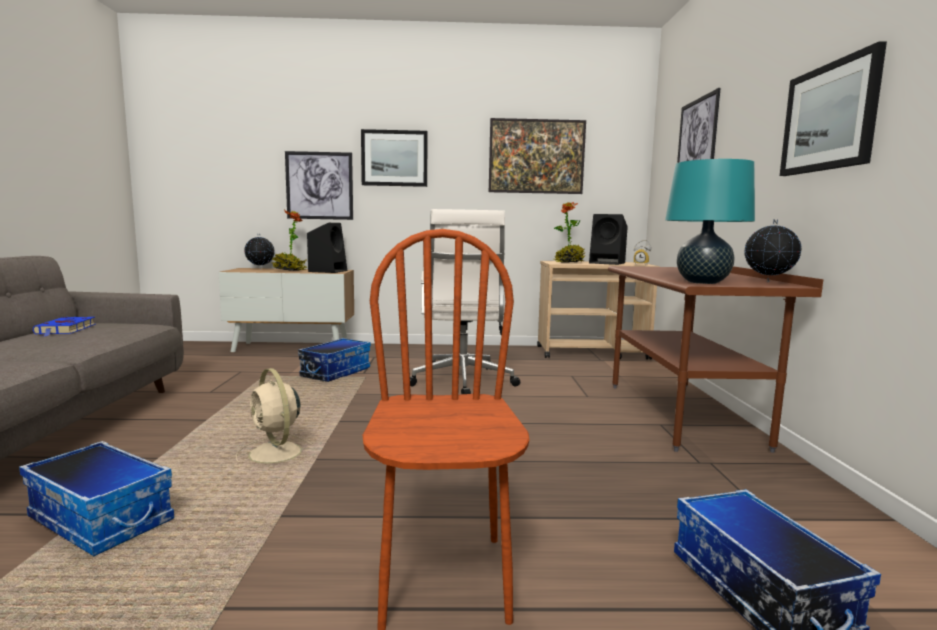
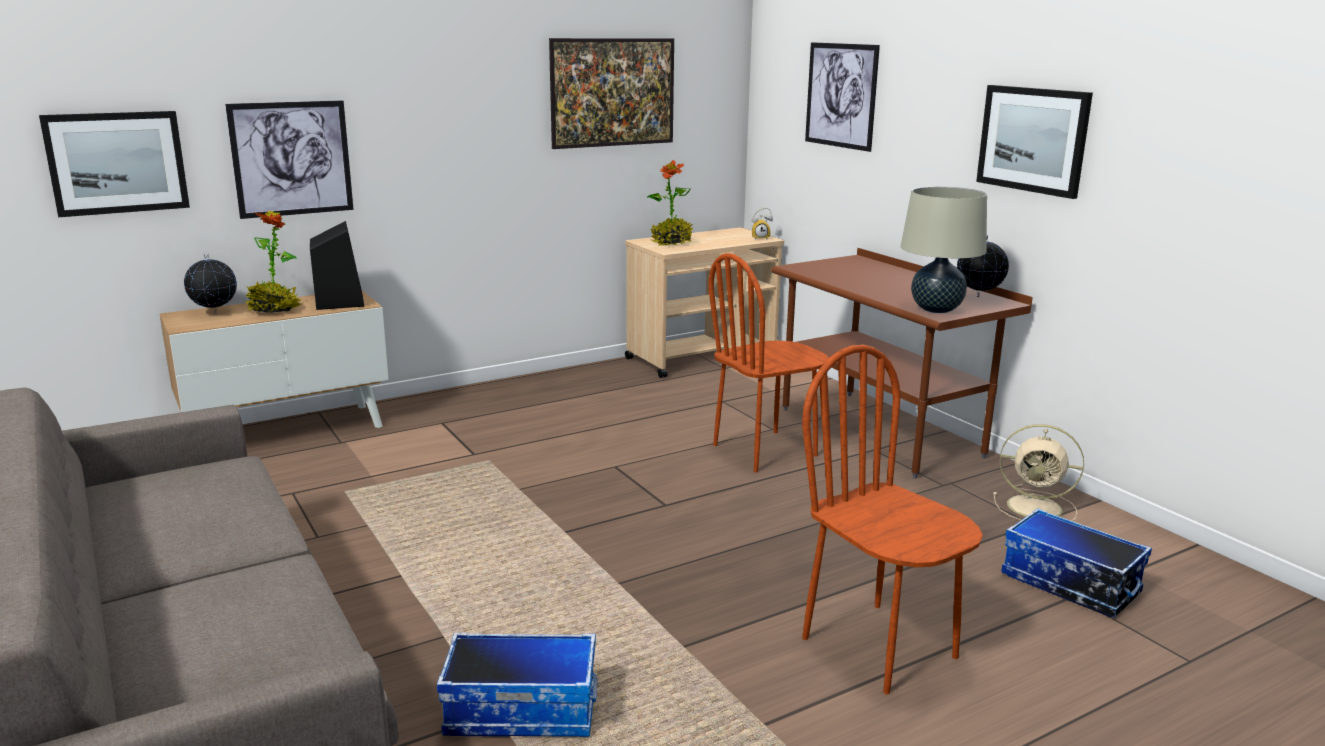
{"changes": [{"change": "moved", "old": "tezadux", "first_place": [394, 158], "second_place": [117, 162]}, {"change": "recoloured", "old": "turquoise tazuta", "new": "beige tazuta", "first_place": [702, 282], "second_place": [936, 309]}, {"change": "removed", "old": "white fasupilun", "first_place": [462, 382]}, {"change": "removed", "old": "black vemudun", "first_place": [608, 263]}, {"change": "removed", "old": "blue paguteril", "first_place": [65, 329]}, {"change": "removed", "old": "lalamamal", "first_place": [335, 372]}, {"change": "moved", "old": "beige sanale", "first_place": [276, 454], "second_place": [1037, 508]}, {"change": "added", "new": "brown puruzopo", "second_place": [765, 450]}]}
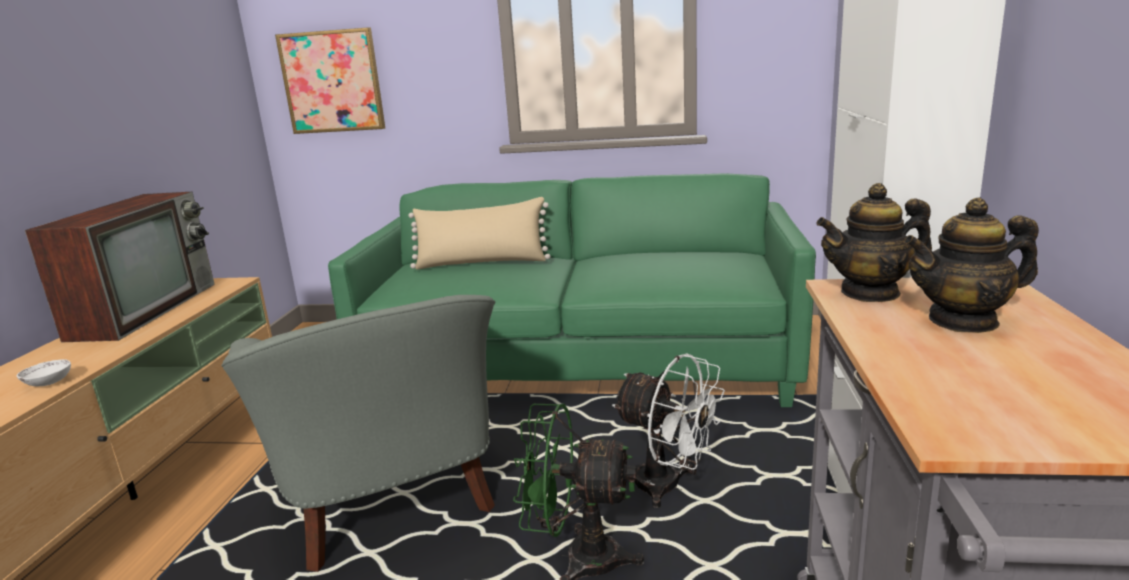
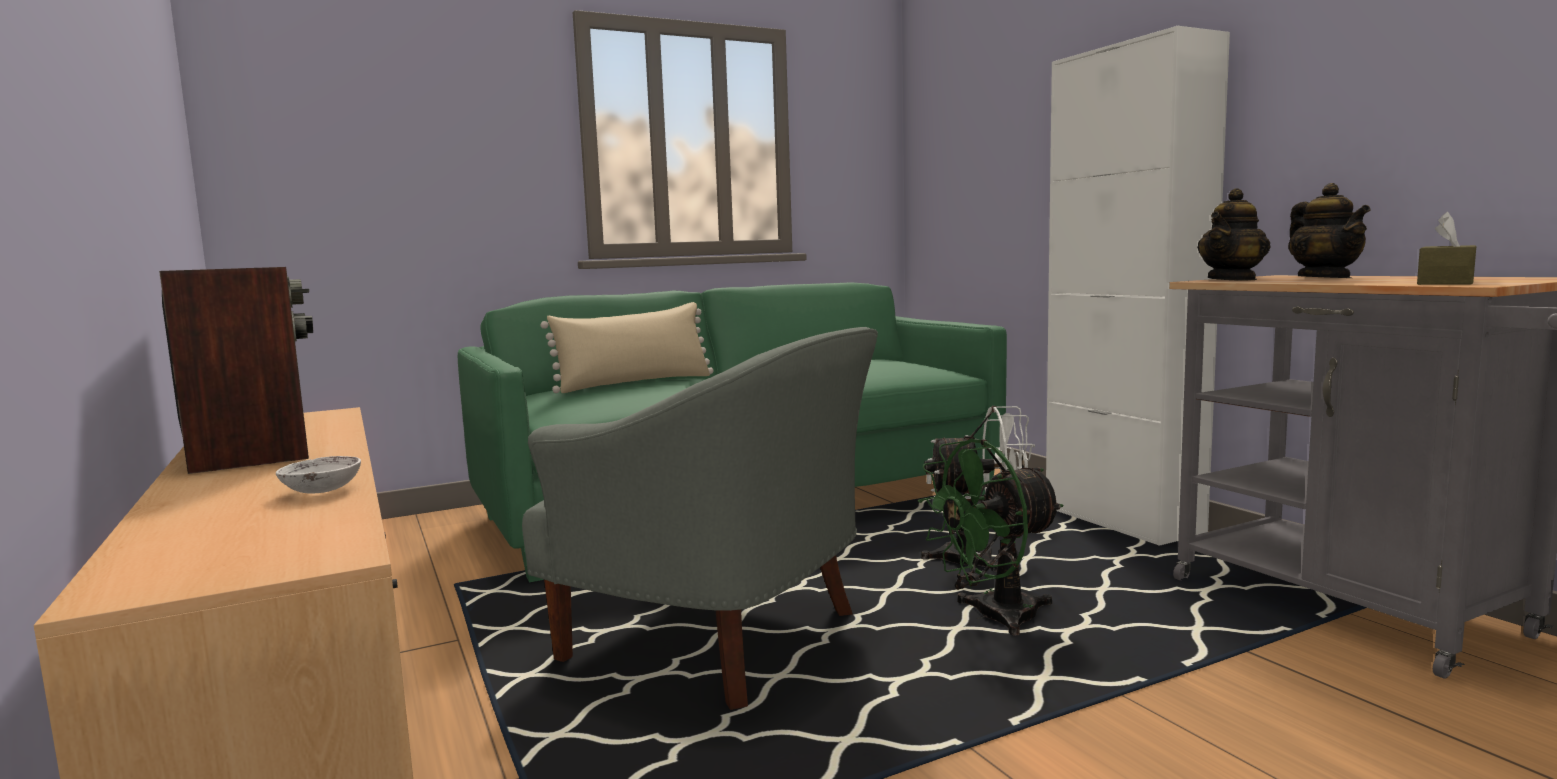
{"changes": [{"change": "removed", "old": "tezadux", "first_place": [332, 82]}, {"change": "turned", "old": "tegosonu", "first_place": [963, 321], "second_place": [1324, 278], "degrees": -60}, {"change": "added", "new": "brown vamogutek", "second_place": [1445, 282]}]}
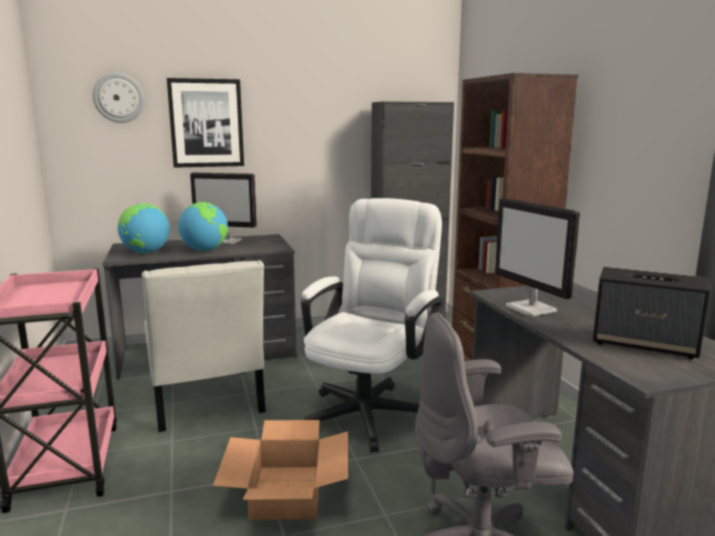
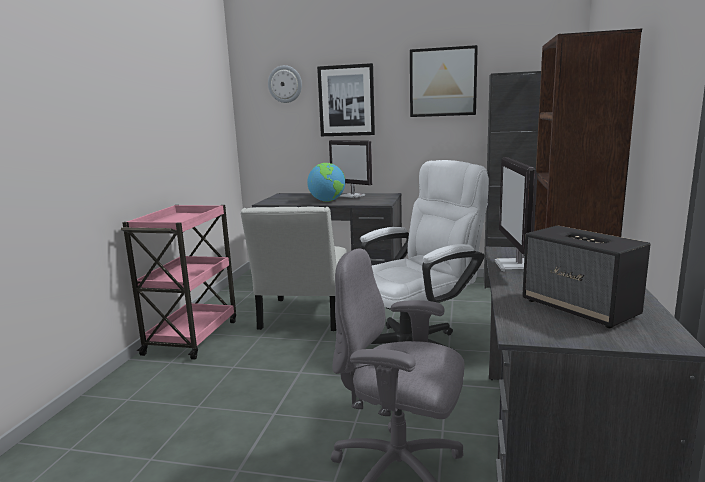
{"changes": [{"change": "removed", "old": "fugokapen", "first_place": [145, 253]}, {"change": "removed", "old": "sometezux", "first_place": [286, 492]}, {"change": "added", "new": "tezadux", "second_place": [443, 82]}]}
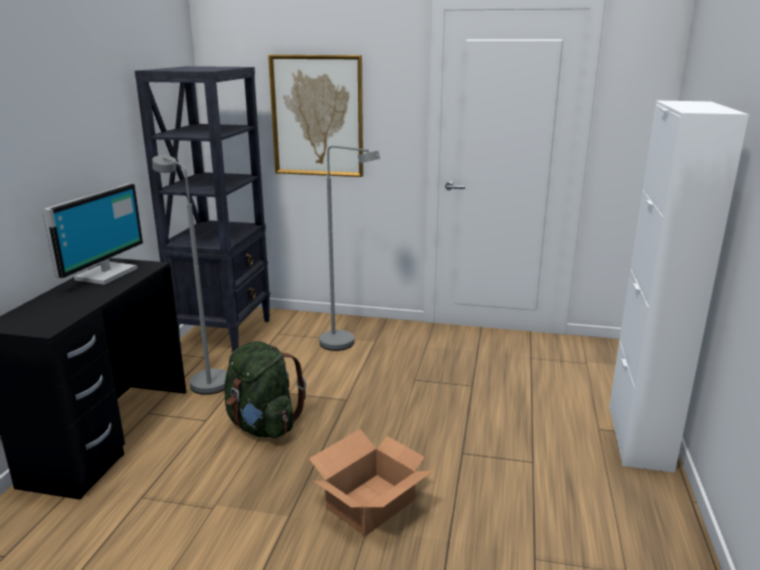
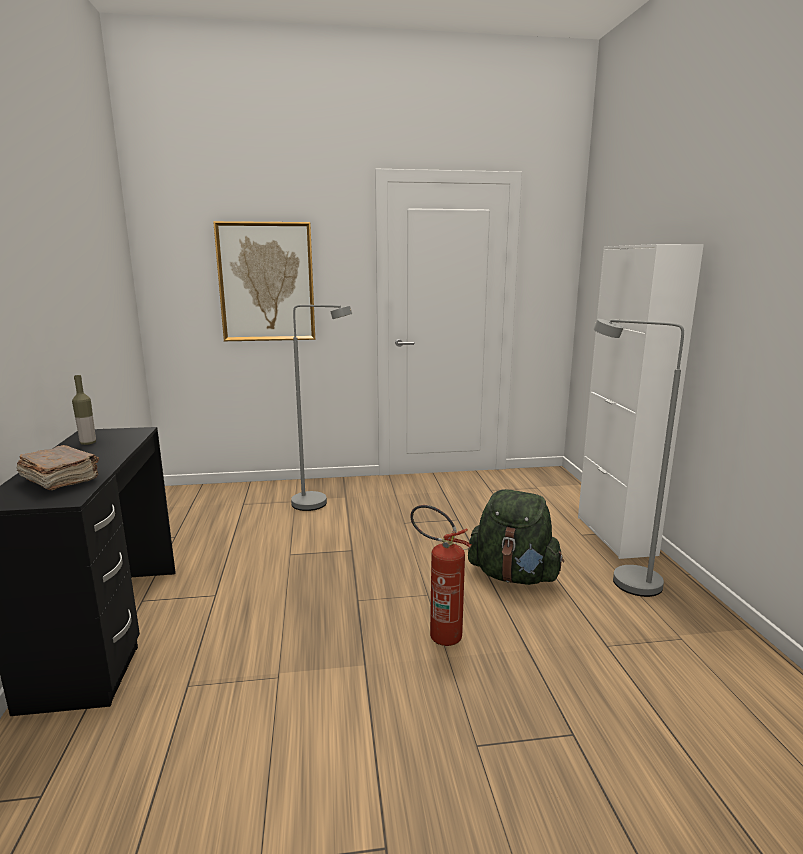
{"changes": [{"change": "removed", "old": "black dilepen", "first_place": [225, 334]}, {"change": "moved", "old": "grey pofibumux", "first_place": [204, 380], "second_place": [622, 580]}, {"change": "replaced", "old": "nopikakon", "new": "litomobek", "first_place": [104, 274], "second_place": [88, 443]}, {"change": "moved", "old": "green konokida", "first_place": [263, 426], "second_place": [513, 576]}, {"change": "replaced", "old": "sometezux", "new": "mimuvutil", "first_place": [372, 503], "second_place": [438, 634]}, {"change": "added", "new": "brown paguteril", "second_place": [60, 480]}]}
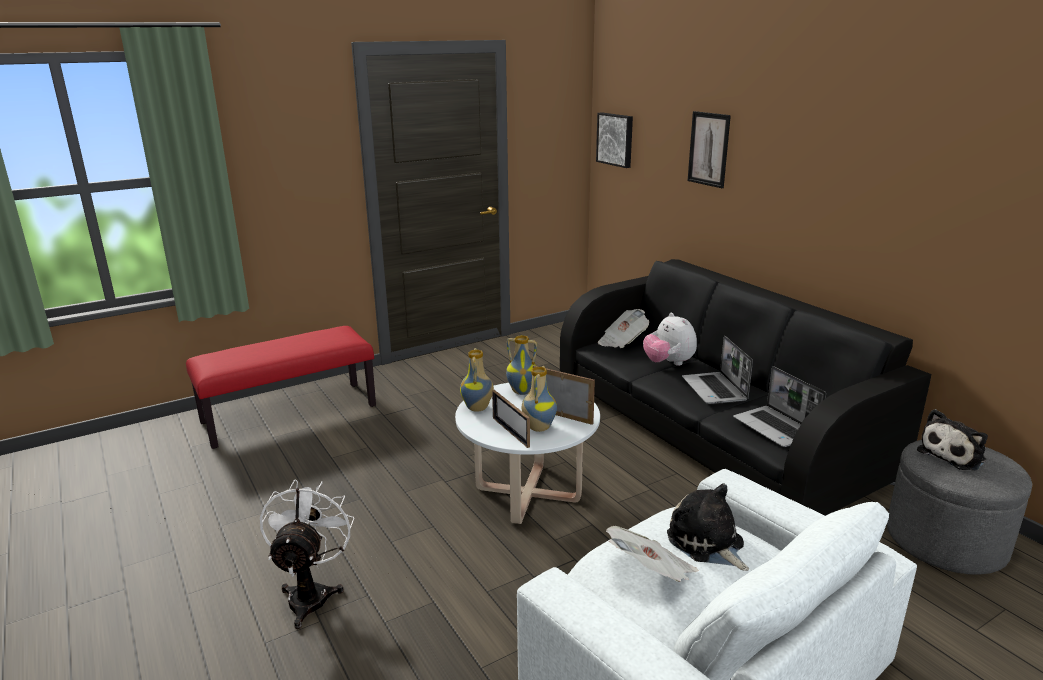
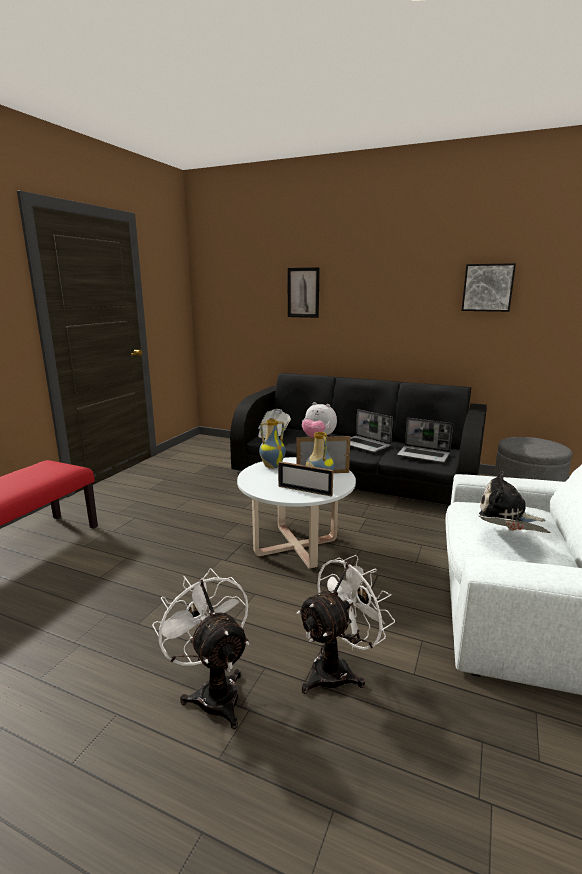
{"changes": [{"change": "moved", "old": "tezadux", "first_place": [616, 139], "second_place": [488, 287]}, {"change": "removed", "old": "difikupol", "first_place": [478, 408]}, {"change": "removed", "old": "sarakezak", "first_place": [954, 455]}, {"change": "added", "new": "white sanale", "second_place": [338, 670]}]}
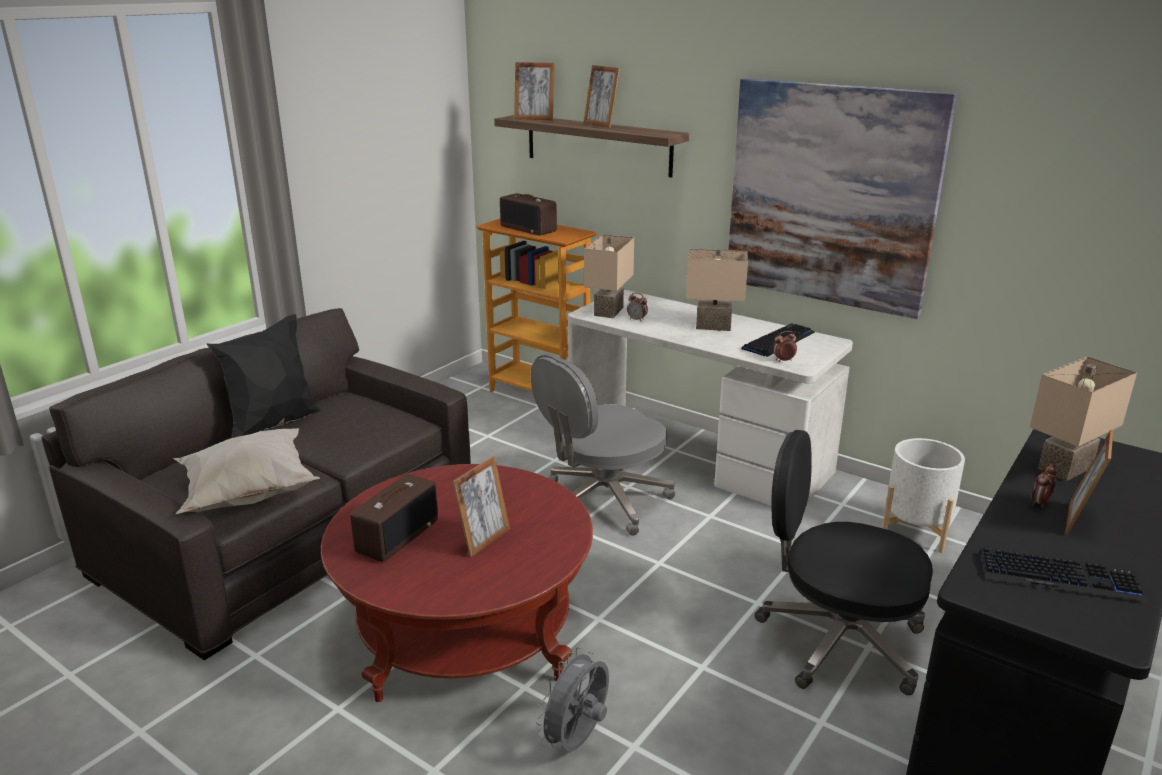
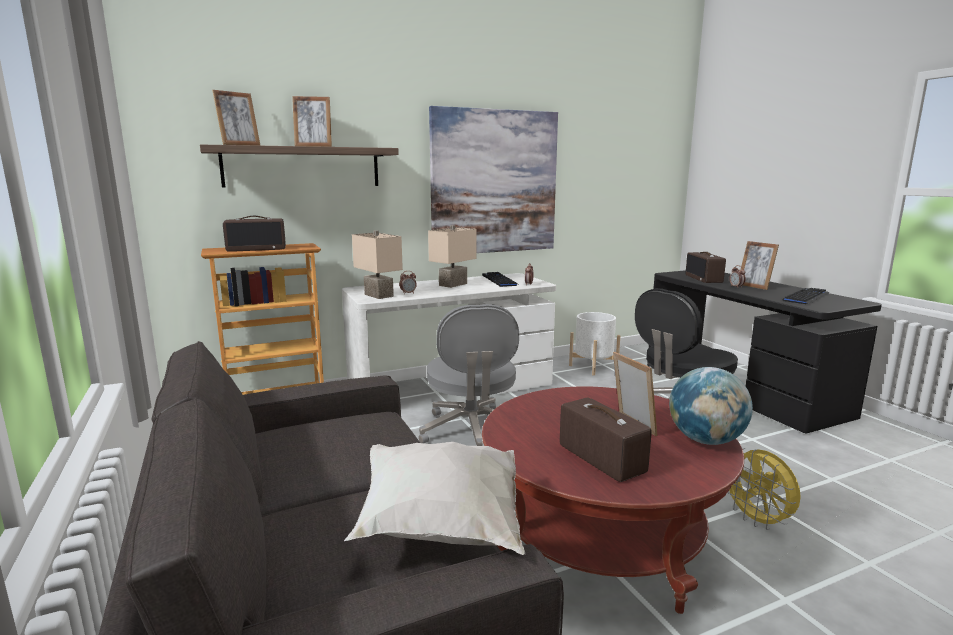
{"changes": [{"change": "removed", "old": "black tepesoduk", "first_place": [273, 426]}, {"change": "replaced", "old": "beige tazuta", "new": "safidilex", "first_place": [1067, 469], "second_place": [704, 279]}, {"change": "recoloured", "old": "grey sanale", "new": "yellow sanale", "first_place": [577, 741], "second_place": [757, 520]}, {"change": "added", "new": "fugokapen", "second_place": [705, 440]}]}
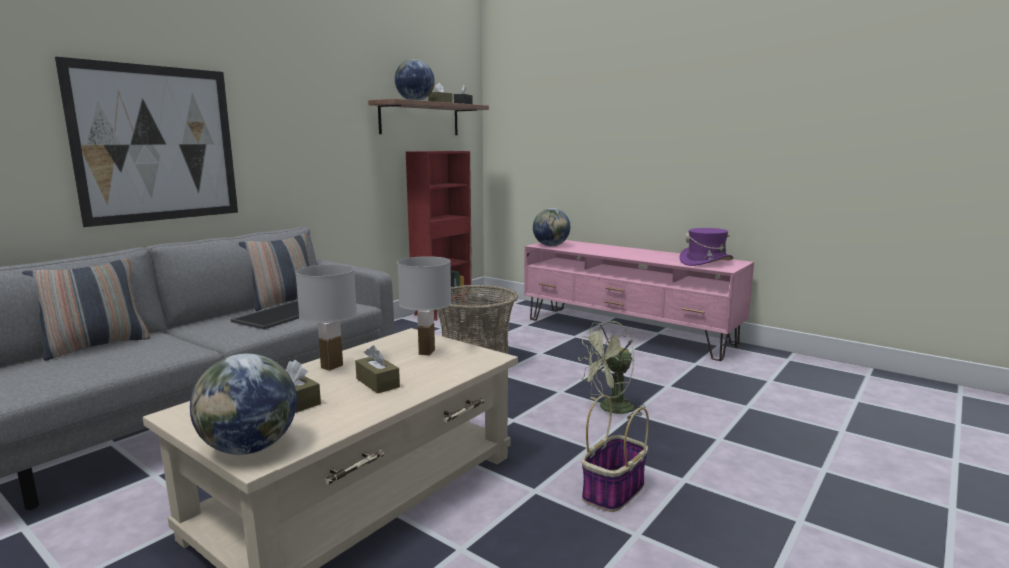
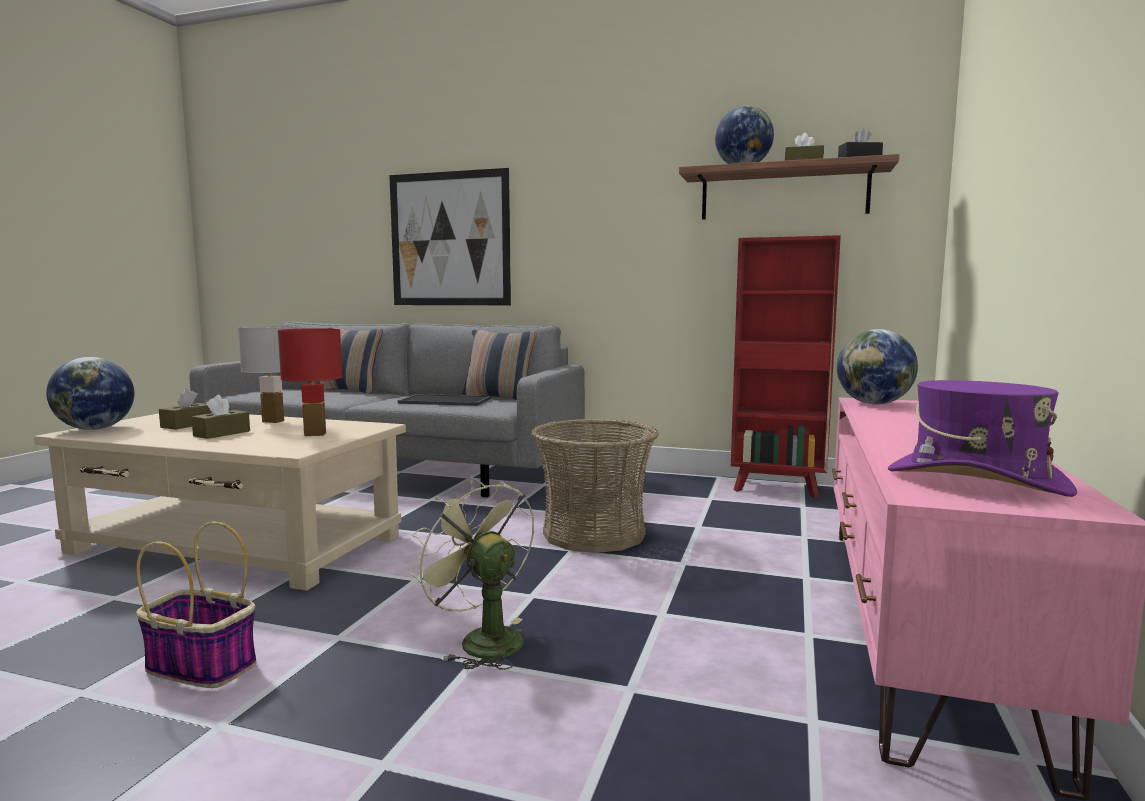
{"changes": [{"change": "recoloured", "old": "white tazuta", "new": "red tazuta", "first_place": [426, 352], "second_place": [315, 434]}]}
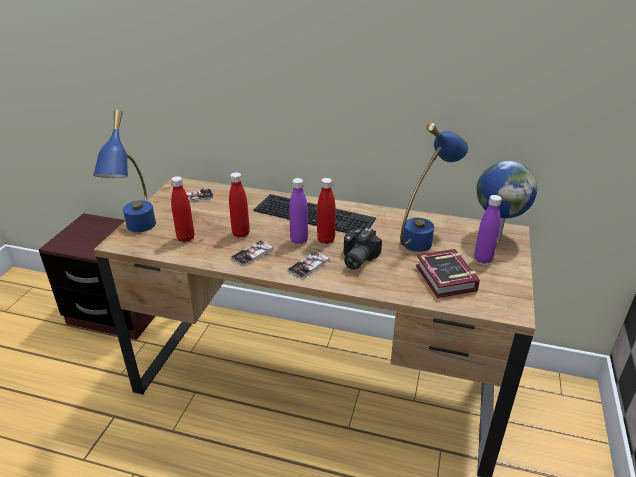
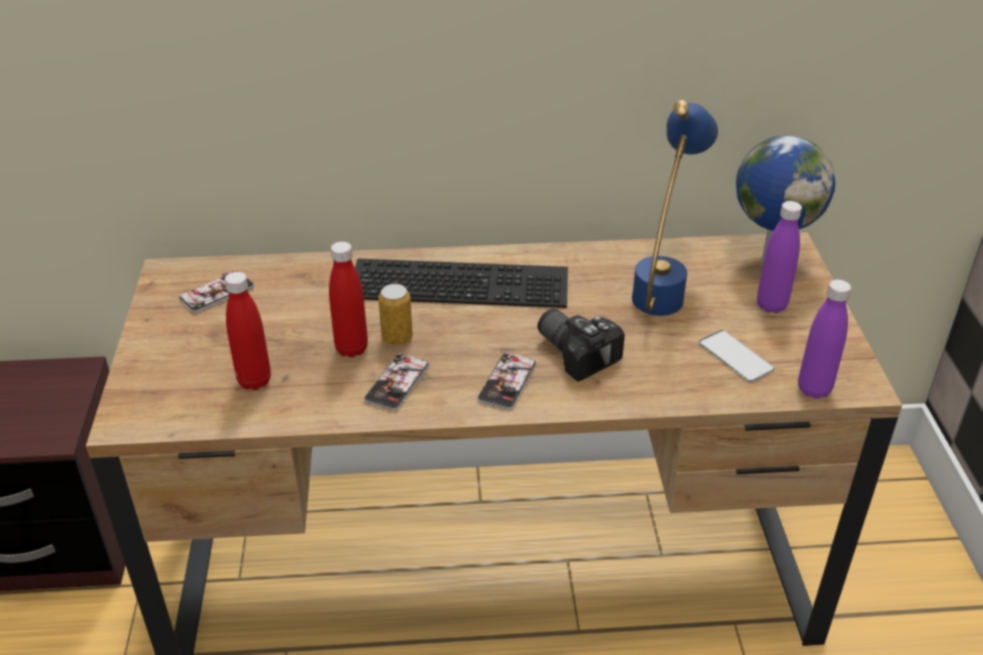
{"changes": [{"change": "removed", "old": "blue tazuta", "first_place": [137, 232]}, {"change": "moved", "old": "purple litomobek", "first_place": [299, 240], "second_place": [814, 389]}, {"change": "removed", "old": "red litomobek", "first_place": [326, 240]}, {"change": "turned", "old": "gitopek", "first_place": [356, 259], "second_place": [578, 351], "degrees": 135}, {"change": "replaced", "old": "paguteril", "new": "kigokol", "first_place": [445, 280], "second_place": [735, 356]}, {"change": "added", "new": "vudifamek", "second_place": [397, 338]}]}
